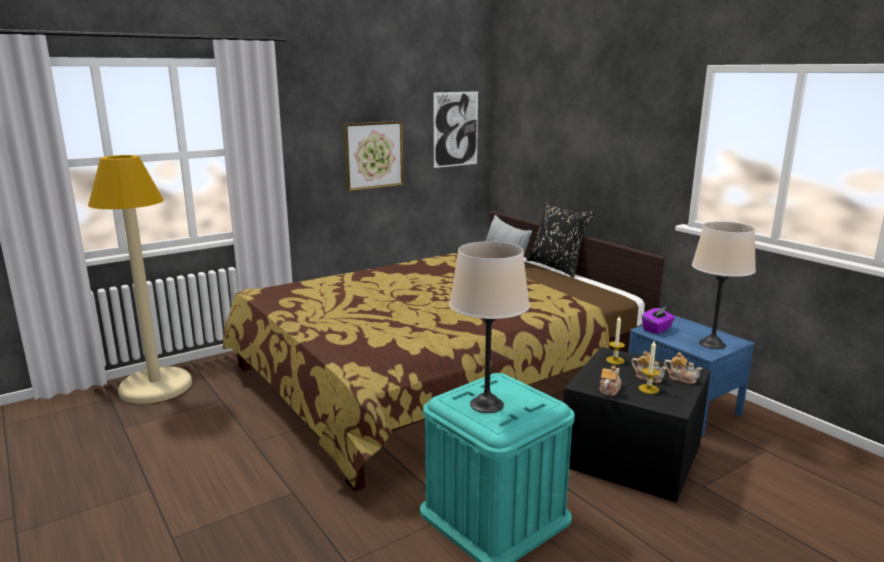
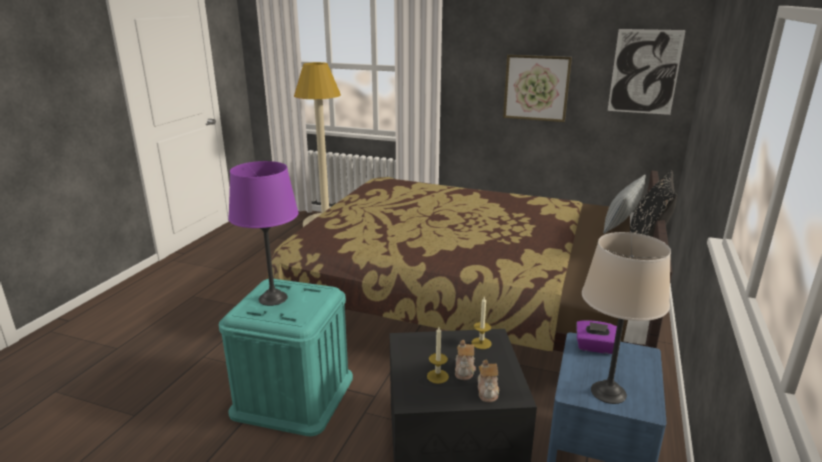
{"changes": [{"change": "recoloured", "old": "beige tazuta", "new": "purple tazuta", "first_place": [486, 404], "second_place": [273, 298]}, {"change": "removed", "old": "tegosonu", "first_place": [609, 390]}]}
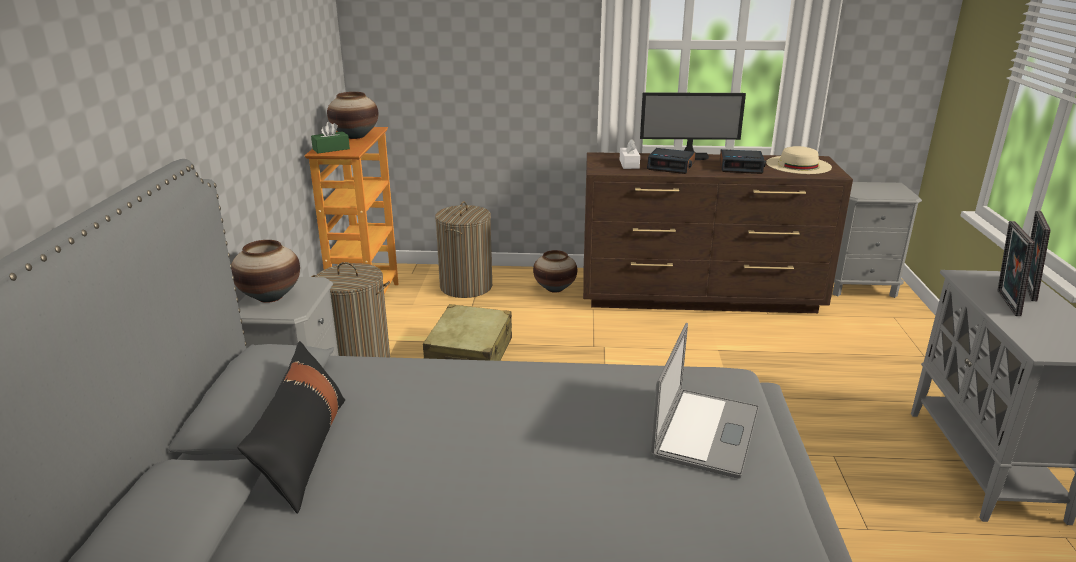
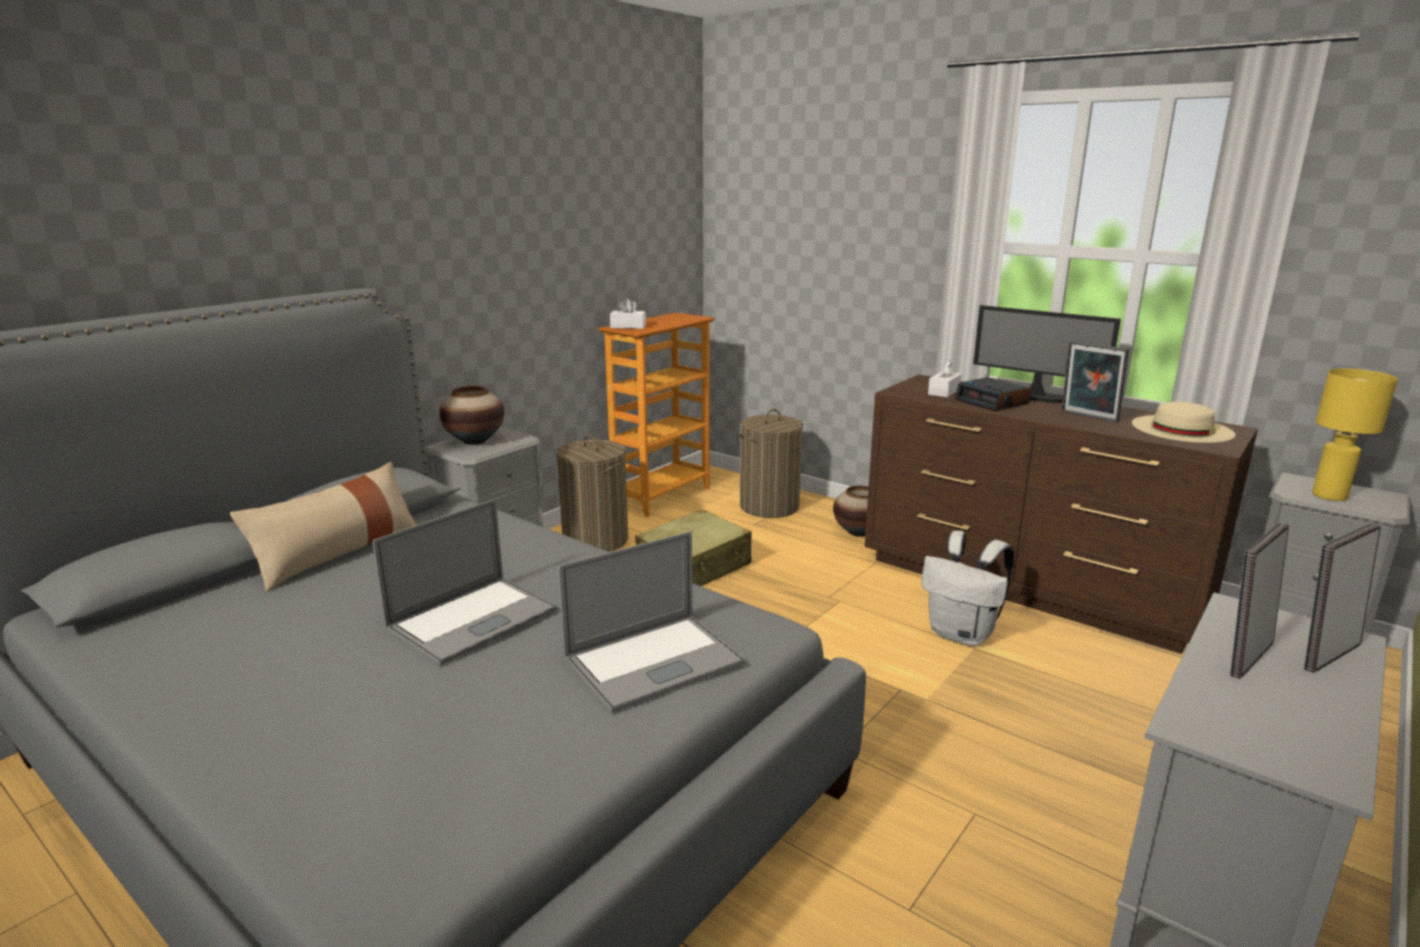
{"changes": [{"change": "removed", "old": "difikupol", "first_place": [355, 136]}, {"change": "recoloured", "old": "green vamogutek", "new": "white vamogutek", "first_place": [331, 149], "second_place": [628, 326]}, {"change": "replaced", "old": "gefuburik", "new": "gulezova", "first_place": [741, 167], "second_place": [1087, 417]}, {"change": "recoloured", "old": "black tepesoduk", "new": "beige tepesoduk", "first_place": [303, 450], "second_place": [338, 553]}, {"change": "added", "new": "yellow tazuta", "second_place": [1329, 496]}, {"change": "added", "new": "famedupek", "second_place": [473, 620]}, {"change": "added", "new": "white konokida", "second_place": [962, 634]}]}
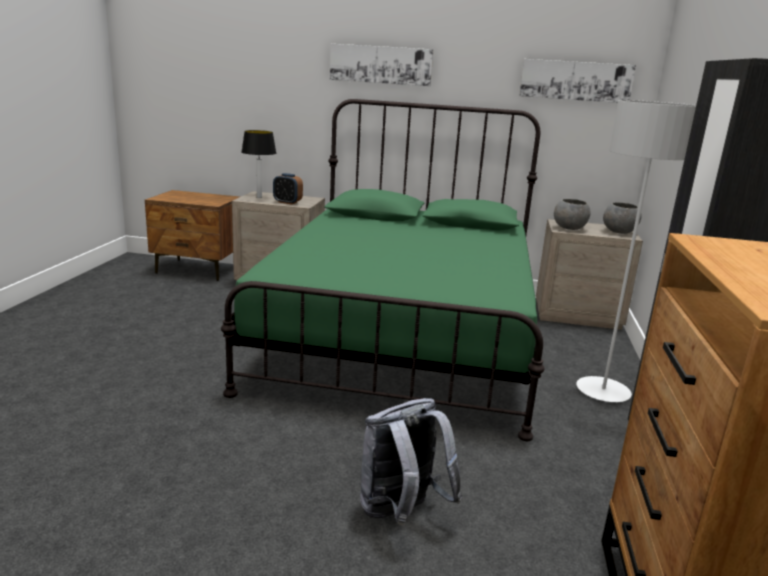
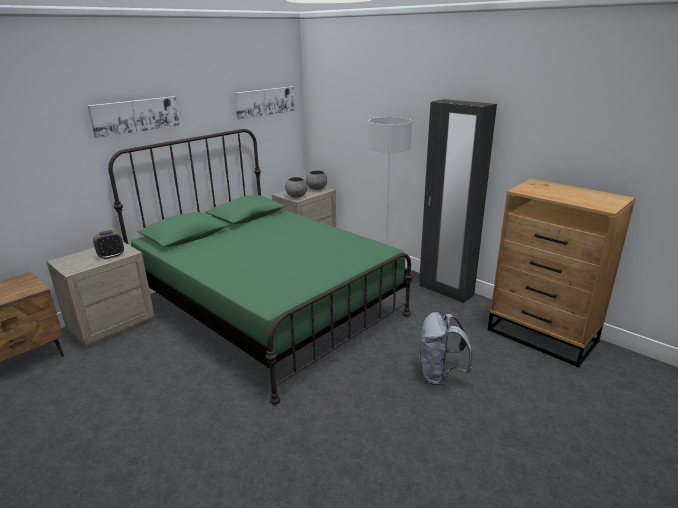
{"changes": [{"change": "removed", "old": "tazuta", "first_place": [259, 197]}]}
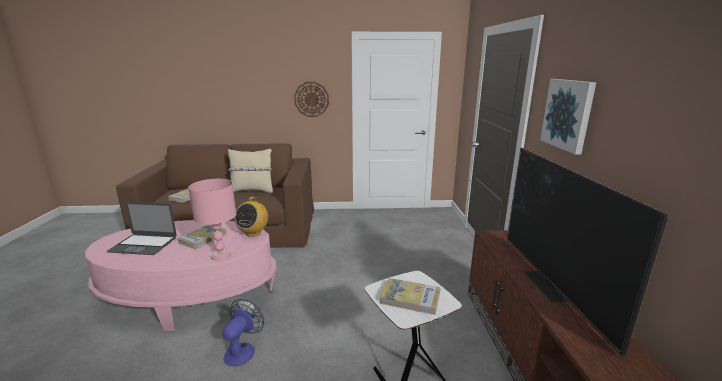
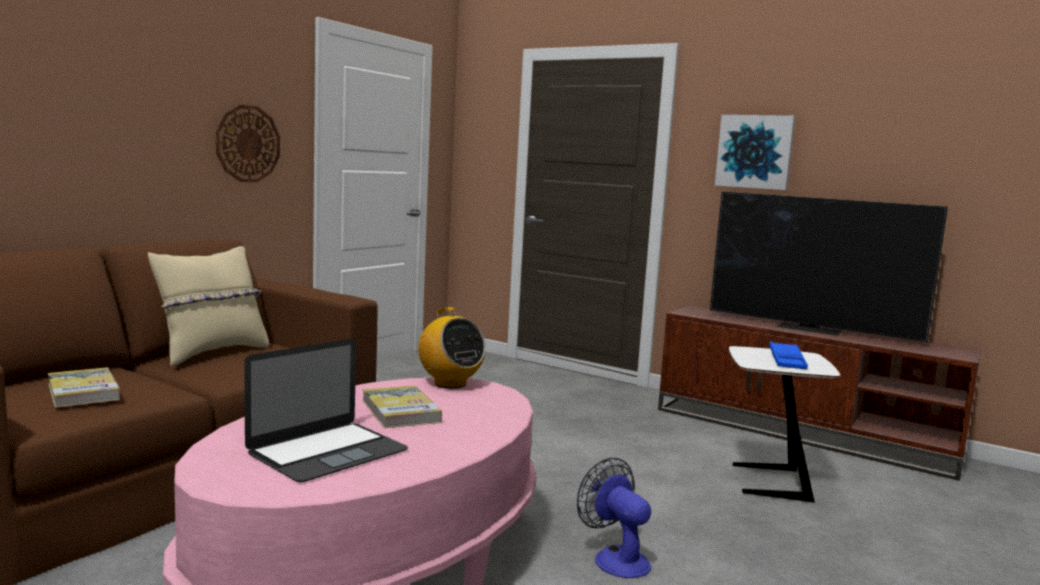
{"changes": [{"change": "removed", "old": "pink tazuta", "first_place": [221, 255]}, {"change": "replaced", "old": "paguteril", "new": "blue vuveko", "first_place": [410, 298], "second_place": [787, 360]}]}
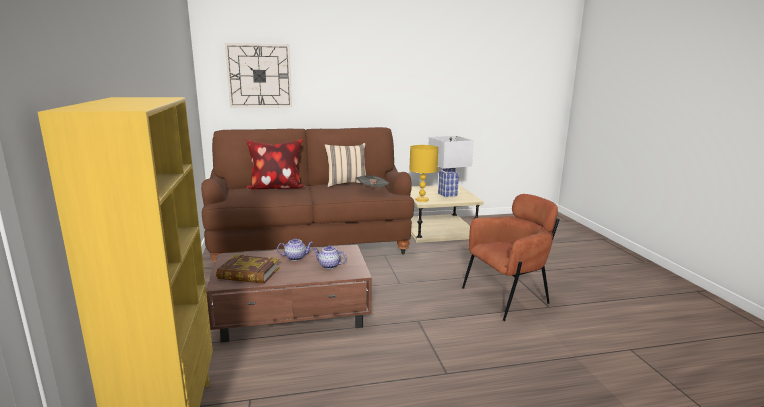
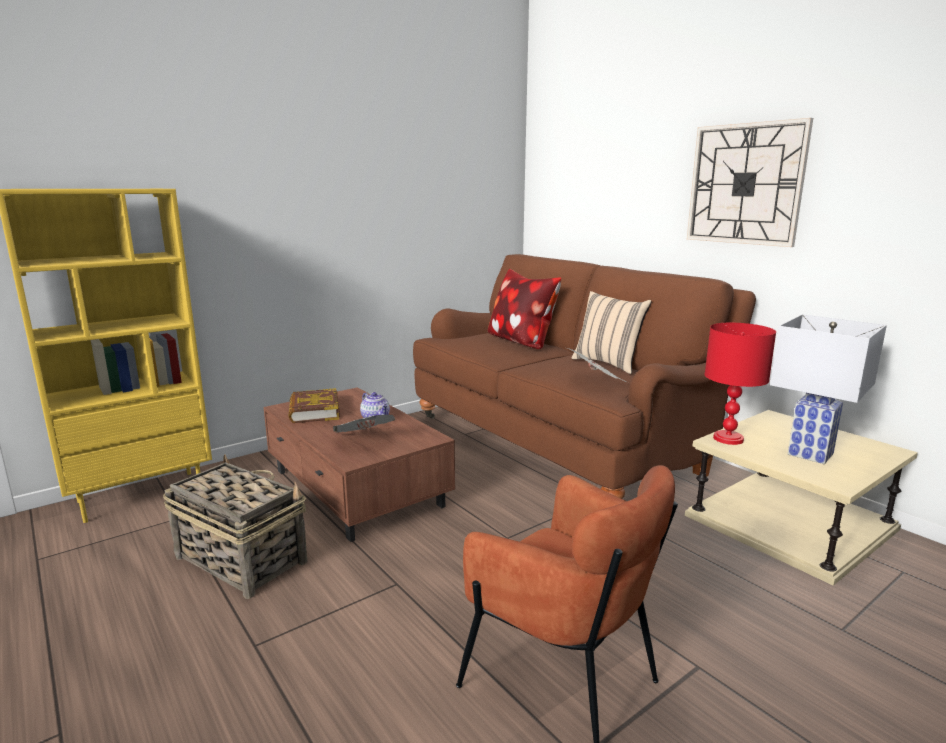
{"changes": [{"change": "moved", "old": "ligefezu", "first_place": [259, 76], "second_place": [745, 184]}, {"change": "recoloured", "old": "yellow tazuta", "new": "red tazuta", "first_place": [422, 200], "second_place": [728, 439]}, {"change": "replaced", "old": "tegosonu", "new": "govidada", "first_place": [329, 265], "second_place": [364, 440]}, {"change": "added", "new": "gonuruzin", "second_place": [240, 559]}]}
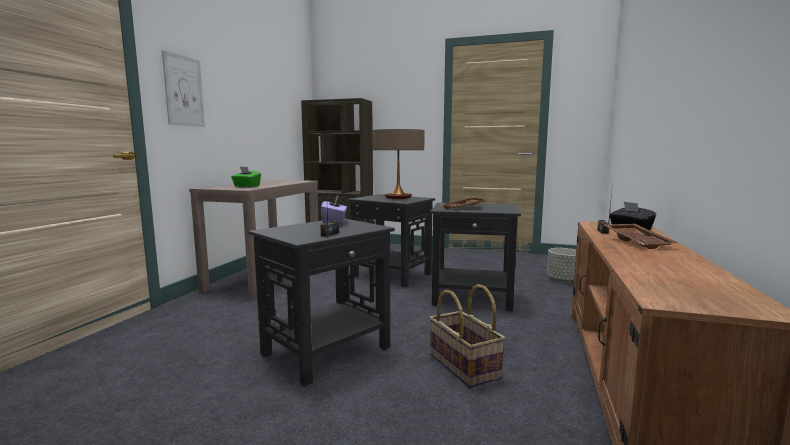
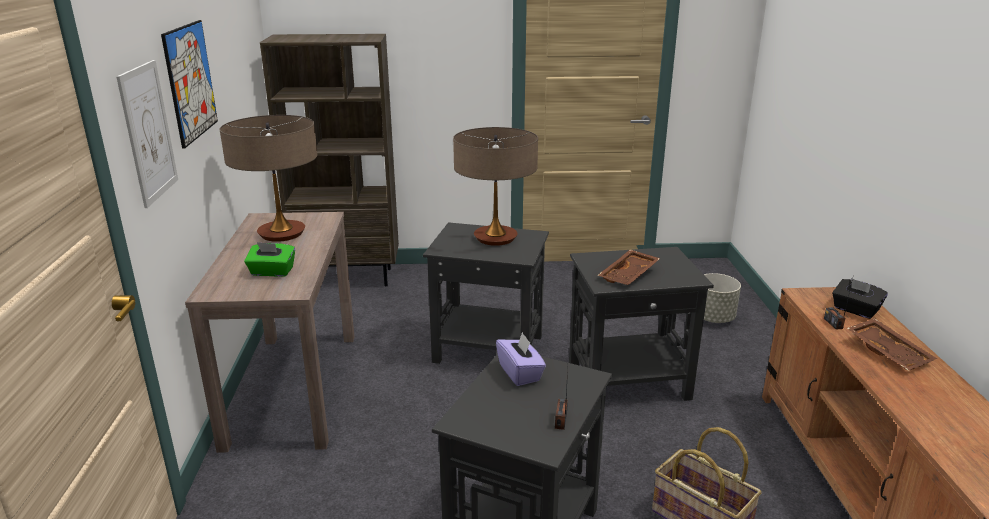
{"changes": [{"change": "added", "new": "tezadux", "second_place": [190, 82]}, {"change": "added", "new": "tazuta", "second_place": [281, 233]}]}
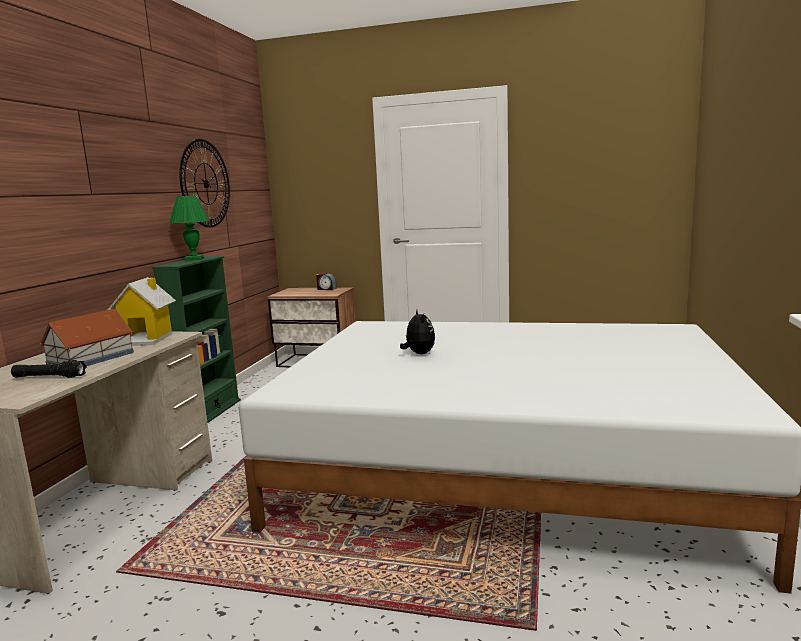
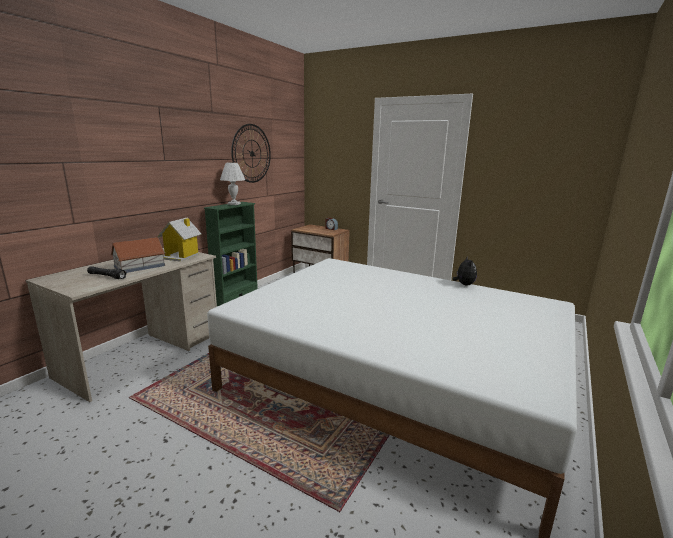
{"changes": [{"change": "recoloured", "old": "green tazuta", "new": "white tazuta", "first_place": [193, 259], "second_place": [233, 204]}, {"change": "moved", "old": "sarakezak", "first_place": [418, 353], "second_place": [464, 284]}]}
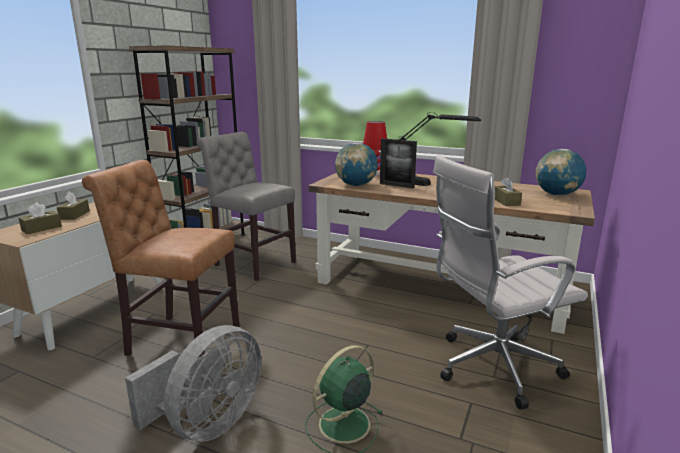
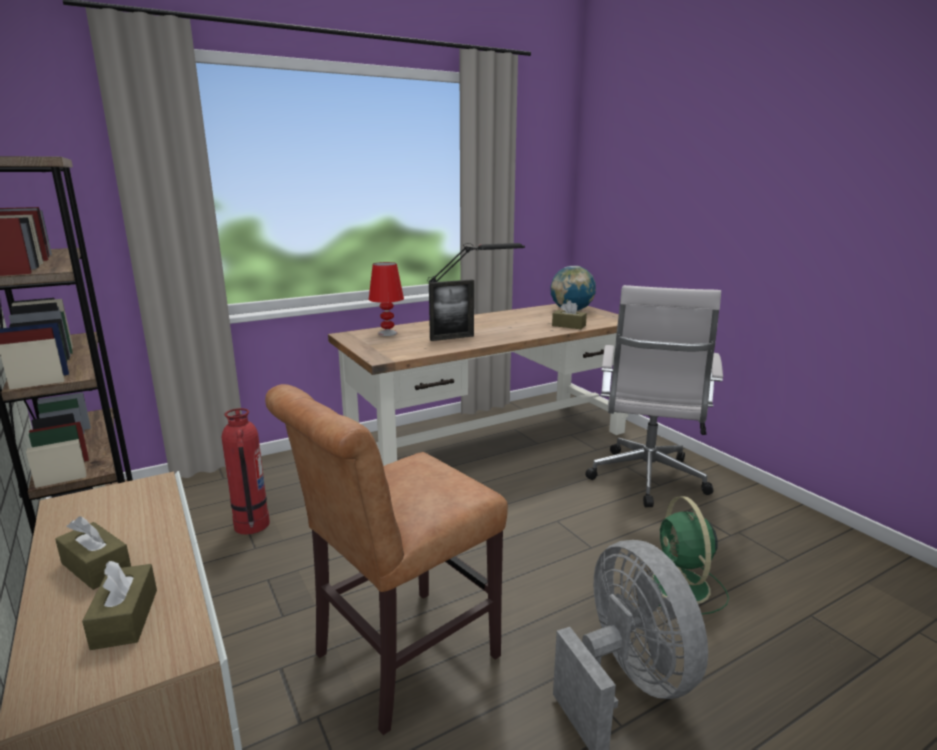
{"changes": [{"change": "replaced", "old": "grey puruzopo", "new": "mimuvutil", "first_place": [252, 263], "second_place": [251, 525]}, {"change": "removed", "old": "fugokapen", "first_place": [356, 185]}]}
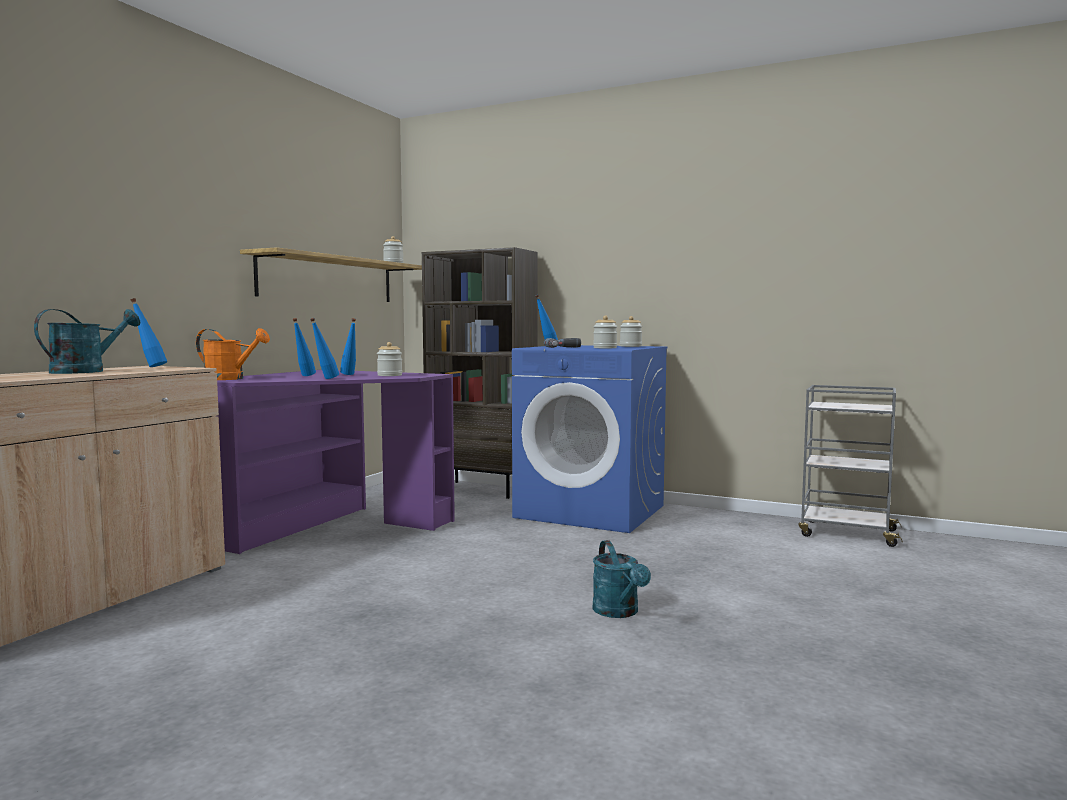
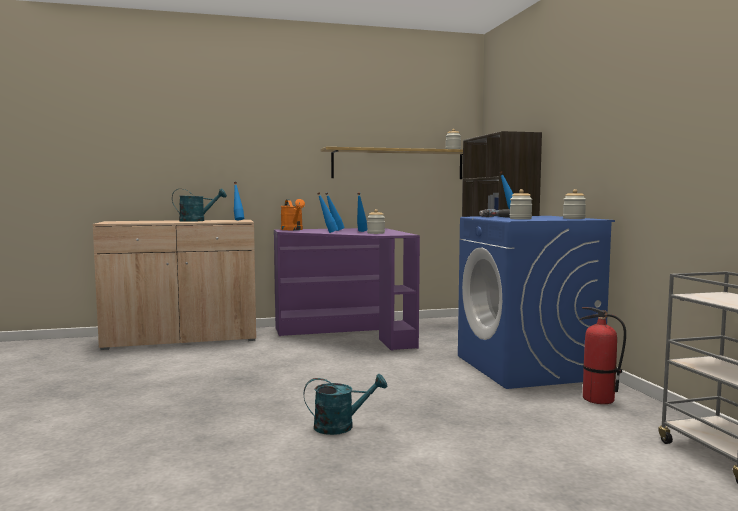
{"changes": [{"change": "turned", "old": "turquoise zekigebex", "first_place": [619, 612], "second_place": [341, 426], "degrees": -135}, {"change": "added", "new": "mimuvutil", "second_place": [598, 399]}]}
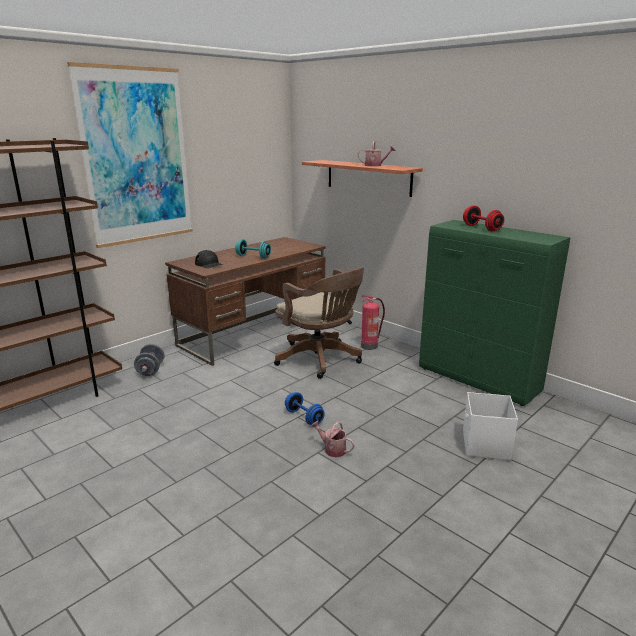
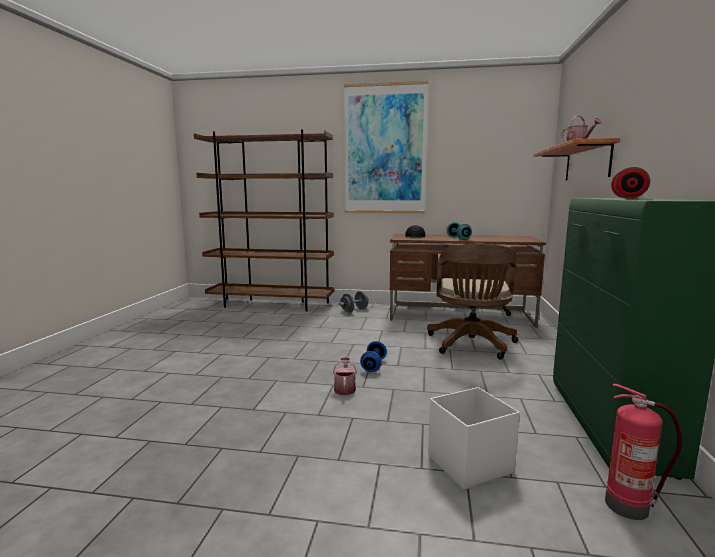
{"changes": [{"change": "moved", "old": "mimuvutil", "first_place": [370, 346], "second_place": [629, 506]}]}
